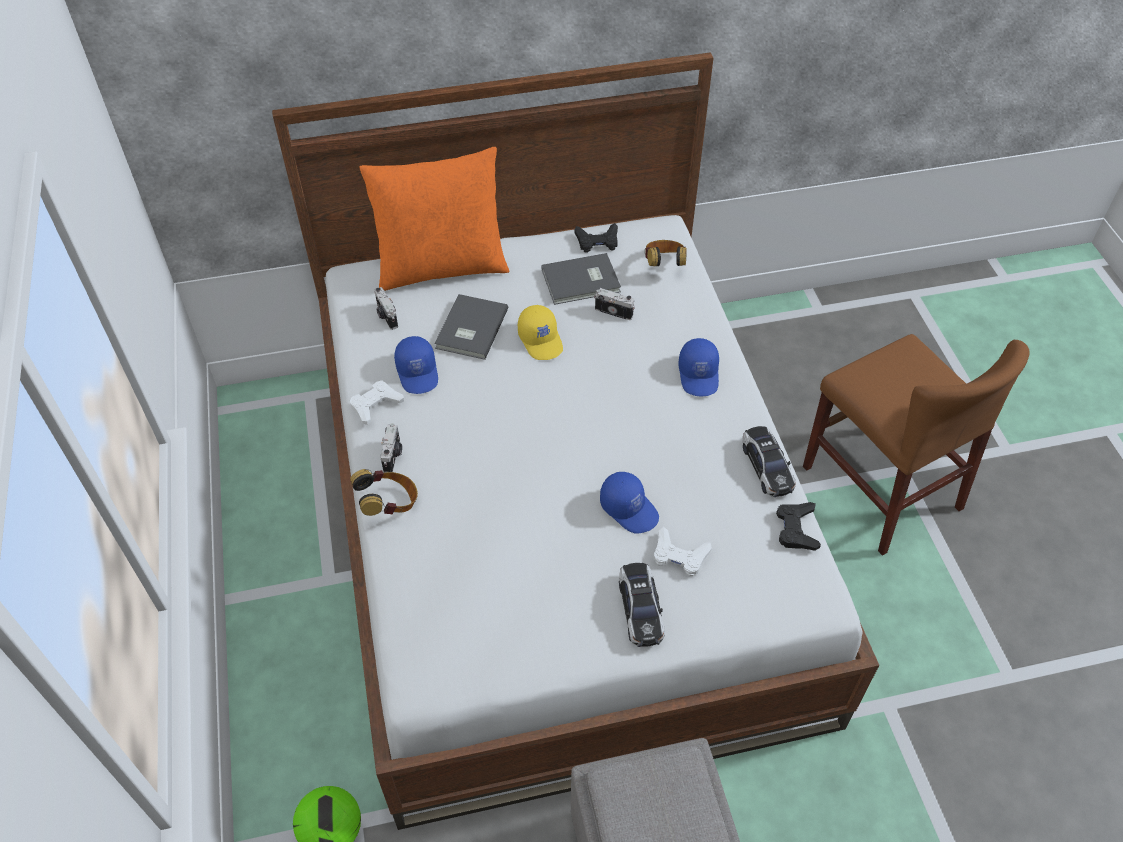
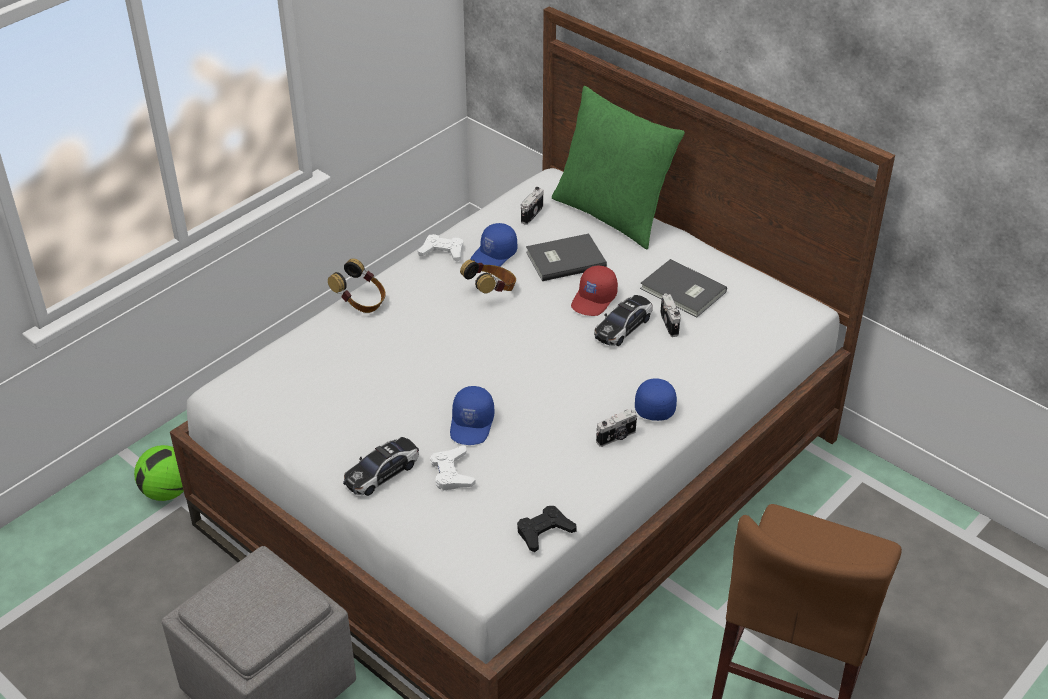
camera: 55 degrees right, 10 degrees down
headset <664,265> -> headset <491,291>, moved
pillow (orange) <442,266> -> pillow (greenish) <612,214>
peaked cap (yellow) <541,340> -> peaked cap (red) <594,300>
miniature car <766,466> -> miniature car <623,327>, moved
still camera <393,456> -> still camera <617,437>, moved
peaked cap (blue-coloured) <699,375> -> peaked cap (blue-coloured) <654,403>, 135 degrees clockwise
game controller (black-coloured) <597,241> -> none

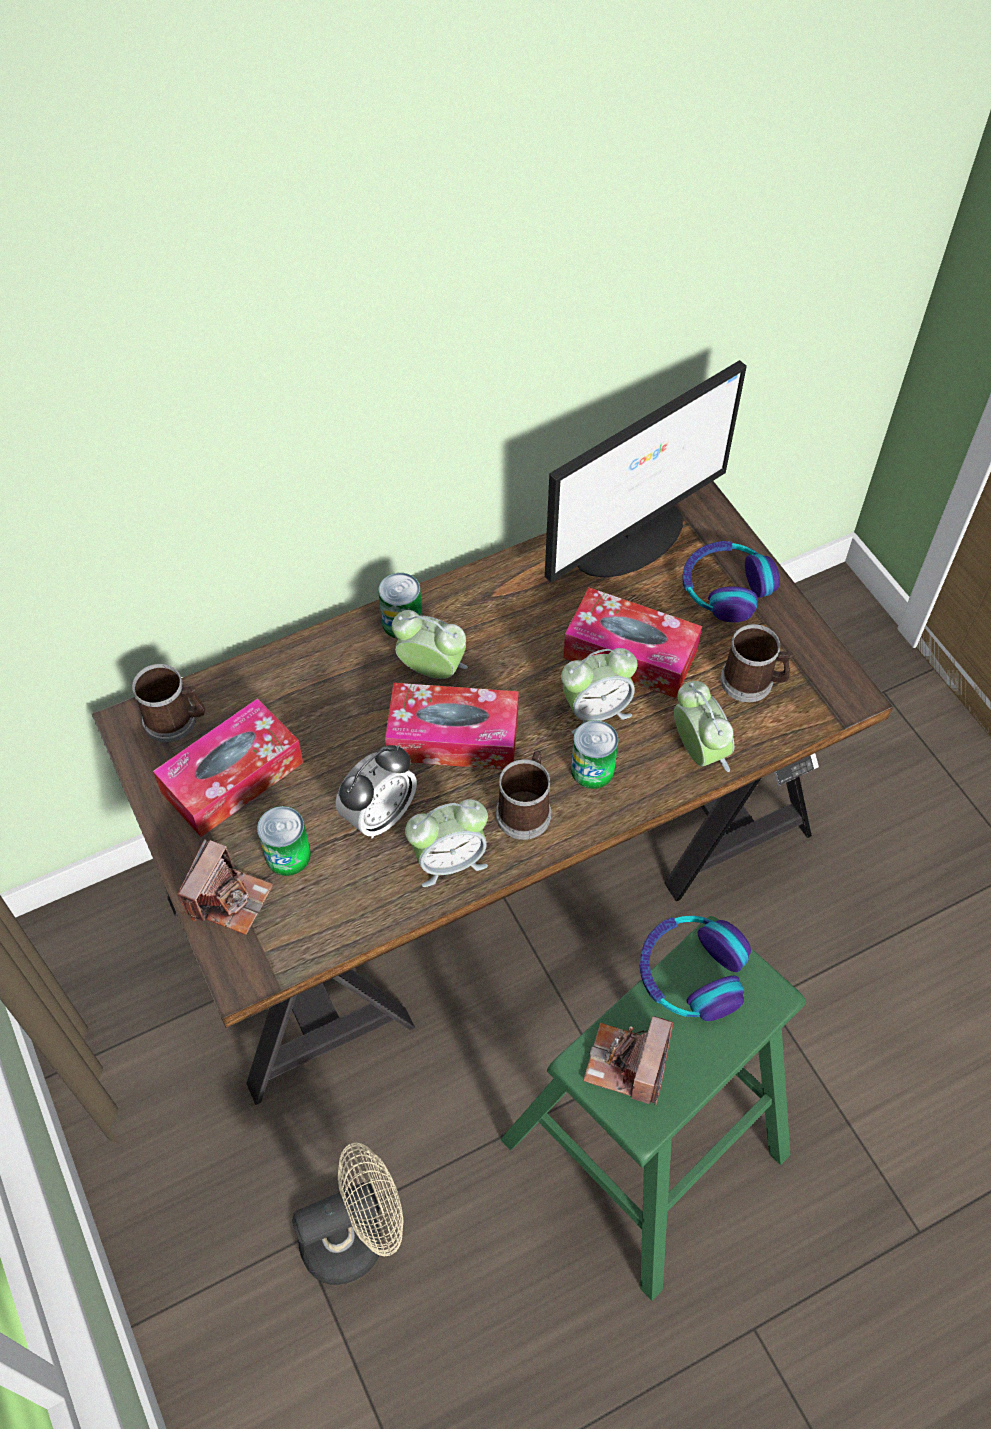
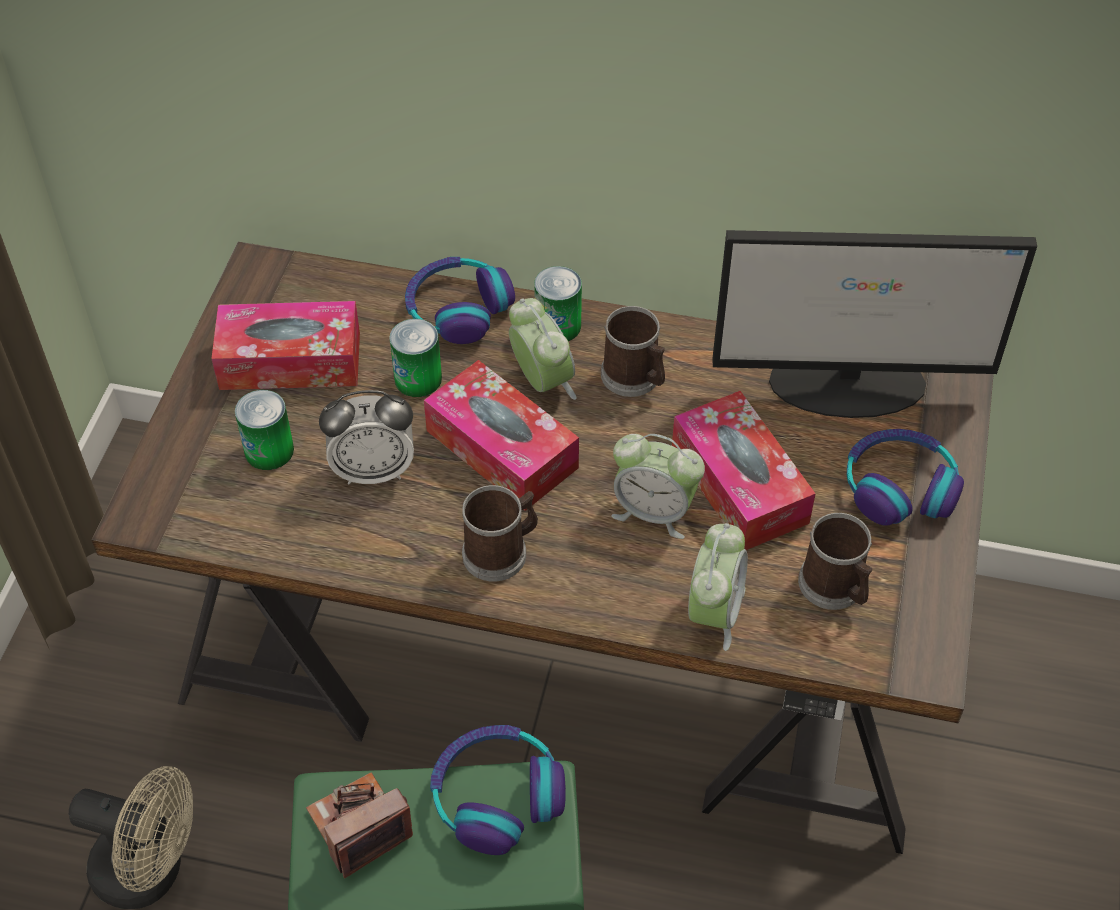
camera: 40 degrees right, 5 degrees down
can <592,769> -> can <418,379>, moved
none -> headset <458,309>
coffee mug <176,720> -> coffee mug <635,378>, moved
still camera <229,898> -> none
bedside clock <449,860> -> none

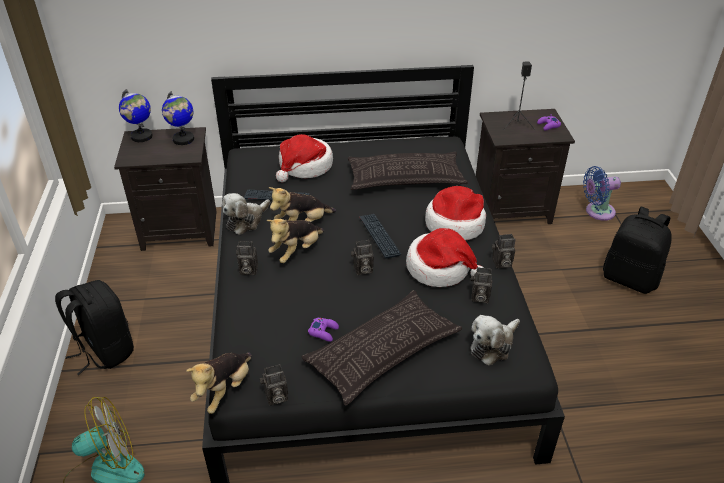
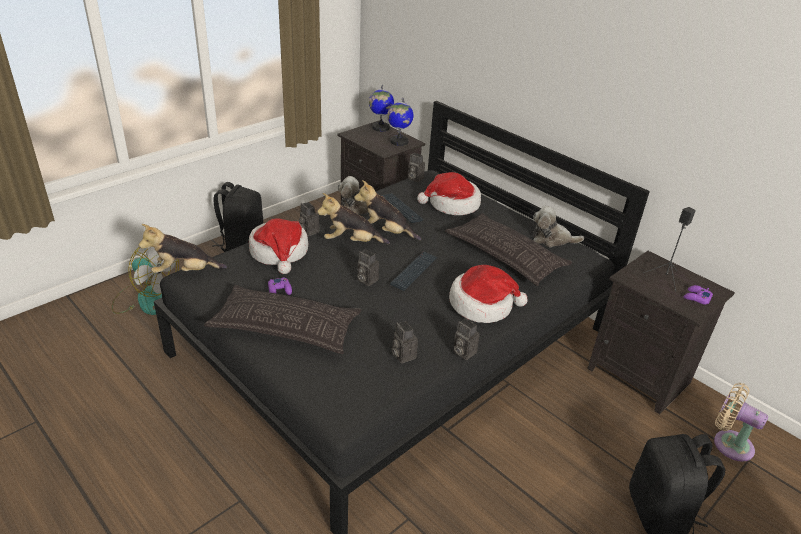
camera: 50 degrees right, 5 degrees down
wearable hat <440,268> -> wearable hat <279,252>, moved
still camera <275,397> -> still camera <414,178>, moved
plush toy <493,345> -> plush toy <552,239>, moved
electric fan (blue-coloured) <597,212> -> electric fan (beige-coloured) <729,443>

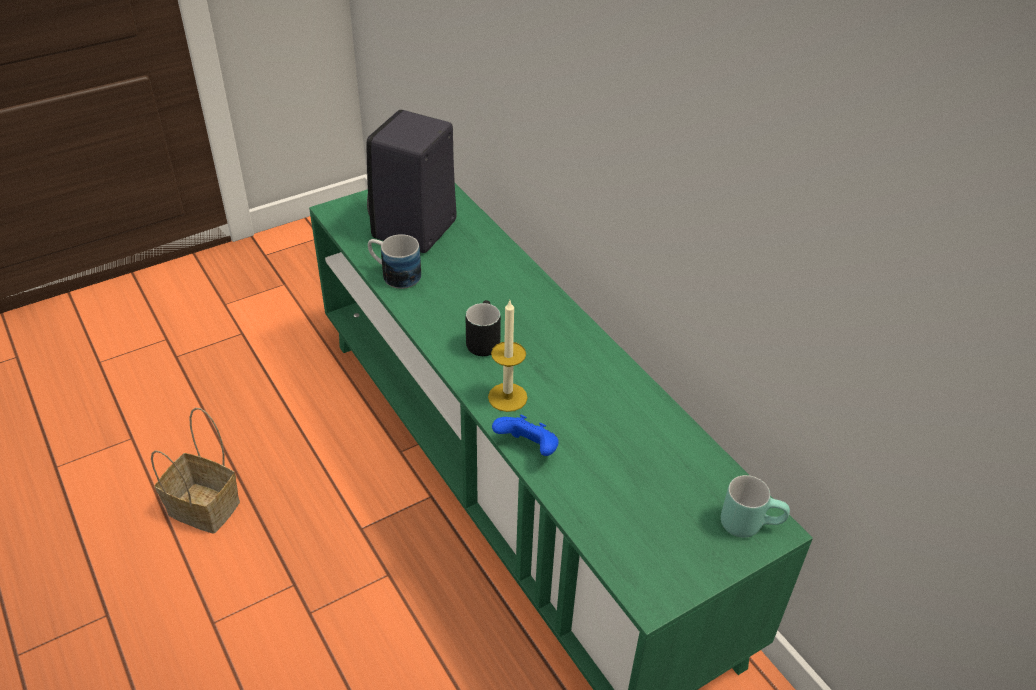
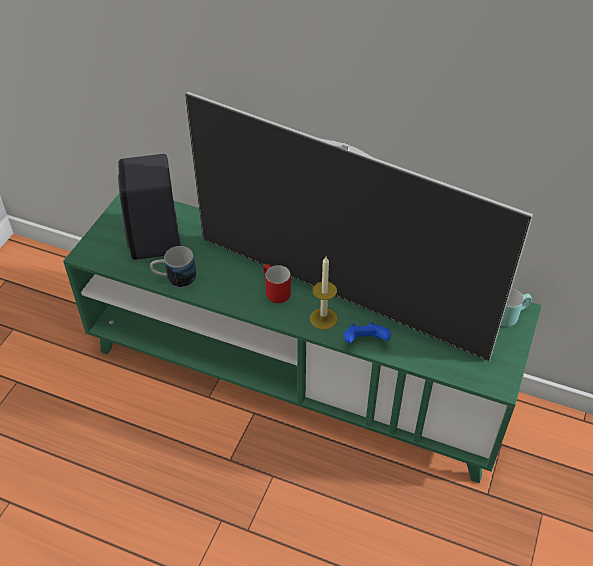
camera: 35 degrees left, 5 degrees up
none -> TV <338,294>
coffee mug (black-coloured) <481,341> -> coffee mug (red) <273,292>
basket <206,507> -> none

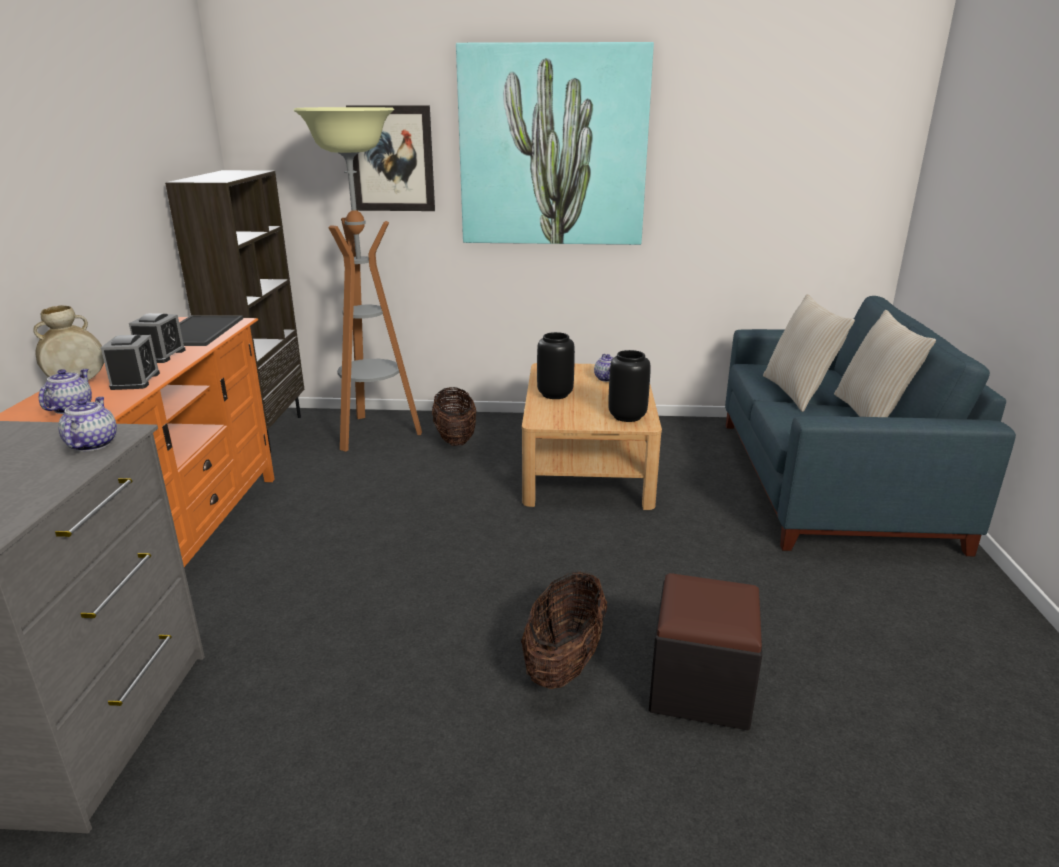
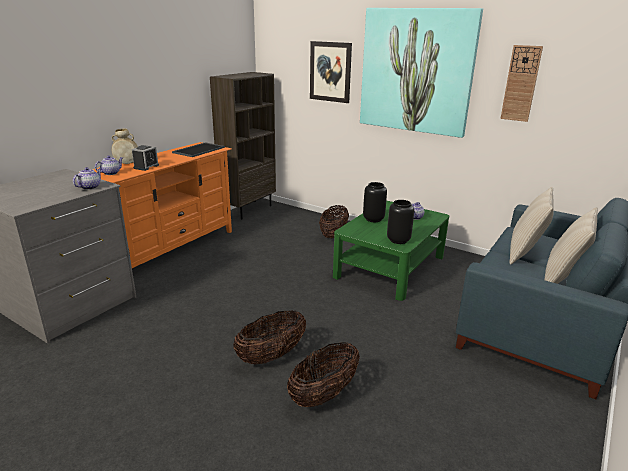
camera: 30 degrees right, 0 degrees up
pouffe (black-coloured) <700,687> -> basket <323,394>
low table (beige-coloured) <587,465> -> low table (greenish) <390,267>
none -> wall clock <521,83>
bedside clock <161,355> -> none
standing lamp <375,433> -> none

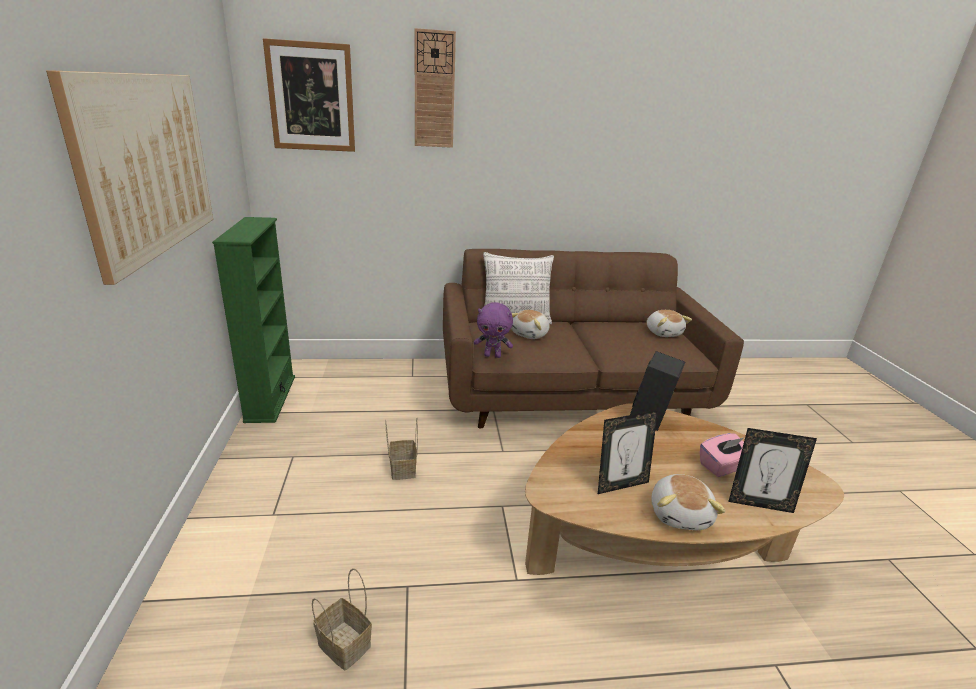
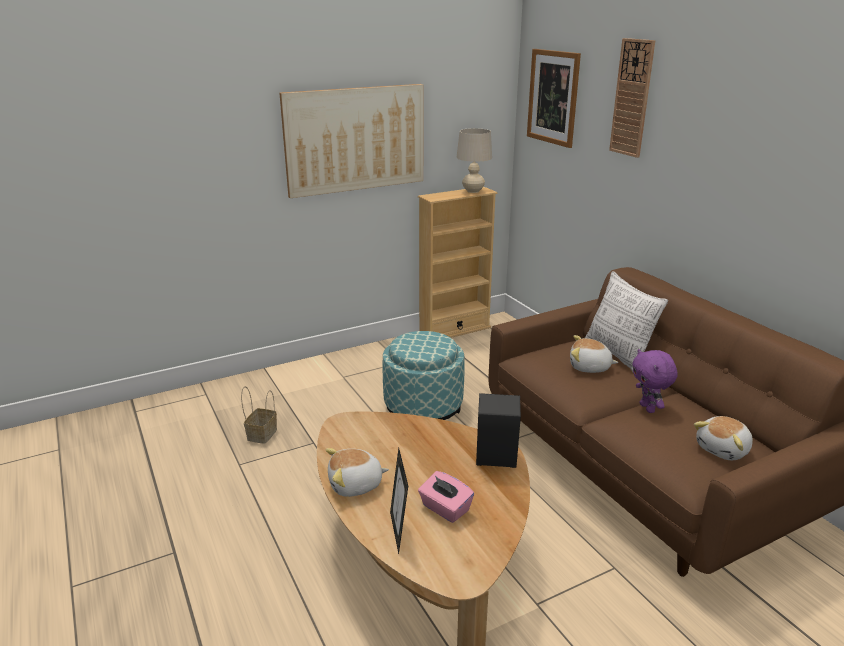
camera: 70 degrees right, 0 degrees up
basket <402,468> -> pouffe <423,406>
bookshelf (greenish) <270,398> -> bookshelf (beige-coloured) <454,330>
none -> table lamp (beige-coloured) <473,191>
plush toy (purplish) <492,355> -> plush toy (purplish) <648,408>, moved
photo frame <620,485> -> none

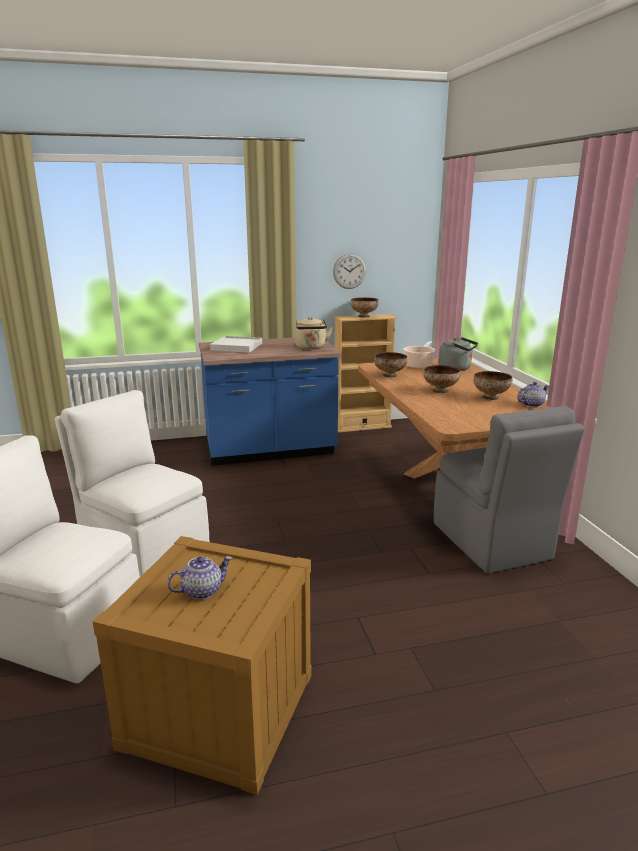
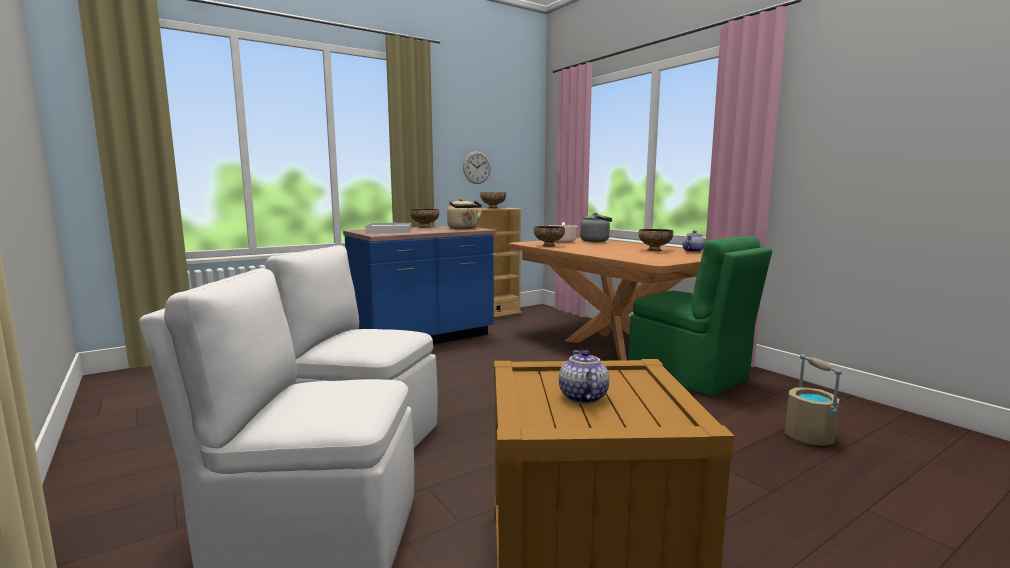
camera: 20 degrees left, 10 degrees down
serving bowl <441,390> -> serving bowl <425,227>, moved
pot for tea <202,590> -> pot for tea <582,397>, 45 degrees counterclockwise
chair (grey) <492,542> -> chair (greenish) <690,376>
none -> water bucket (beige-coloured) <809,437>

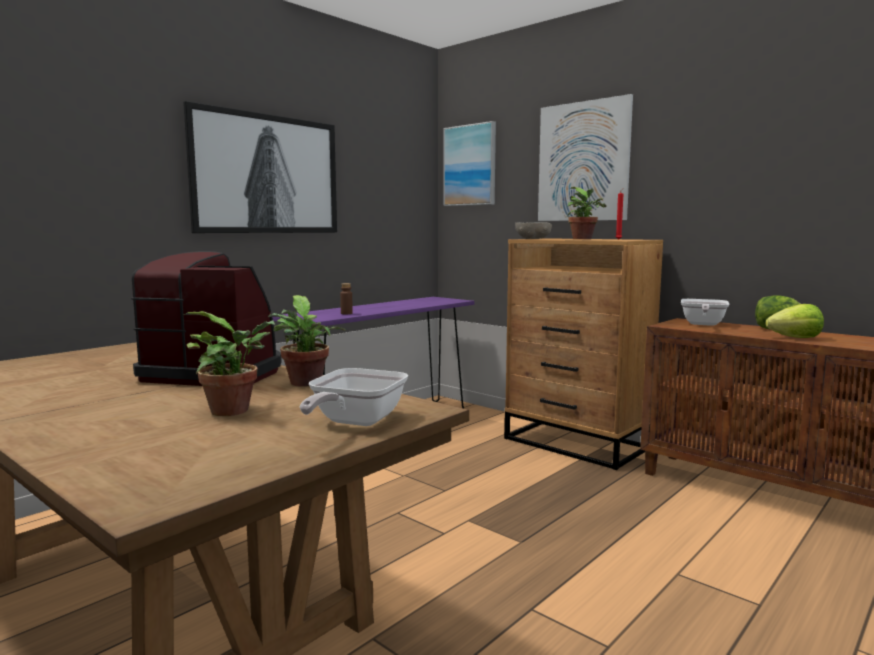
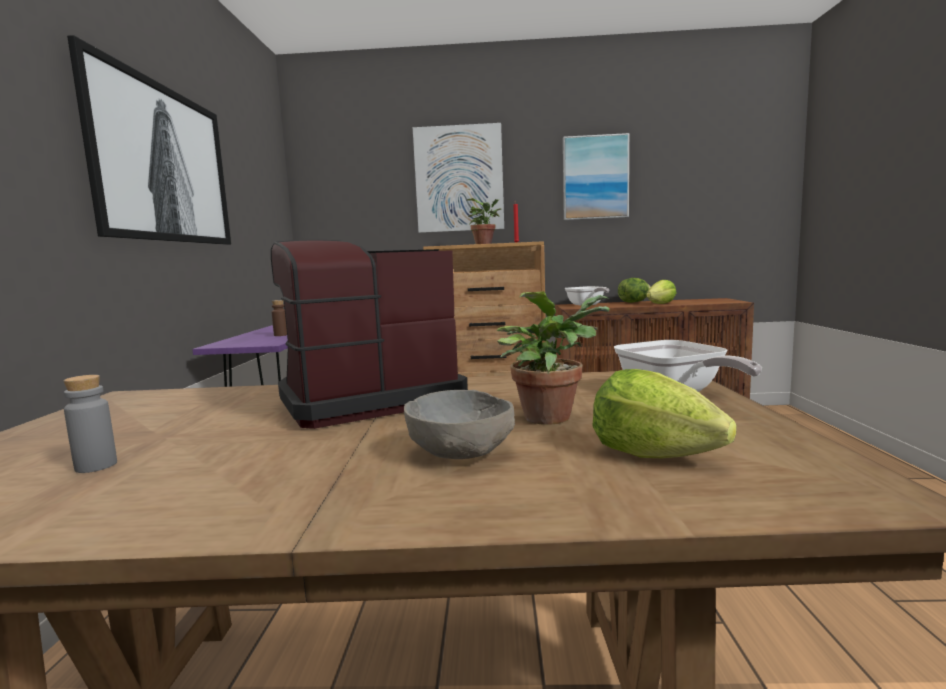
camera: 40 degrees left, 0 degrees up
none -> bottle (grey) <96,466>
serving bowl (grey) <533,238> -> serving bowl (grey) <462,451>, moved
picture <470,165> -> picture <595,178>, moved
none -> lettuce head <653,453>
plant in a pot <306,384> -> none

